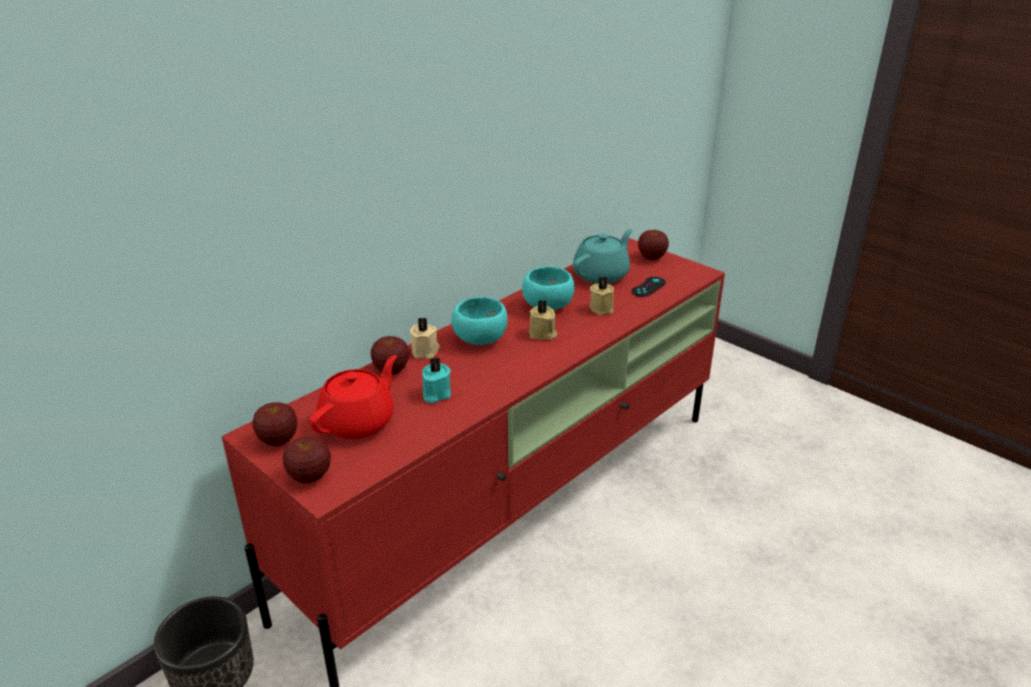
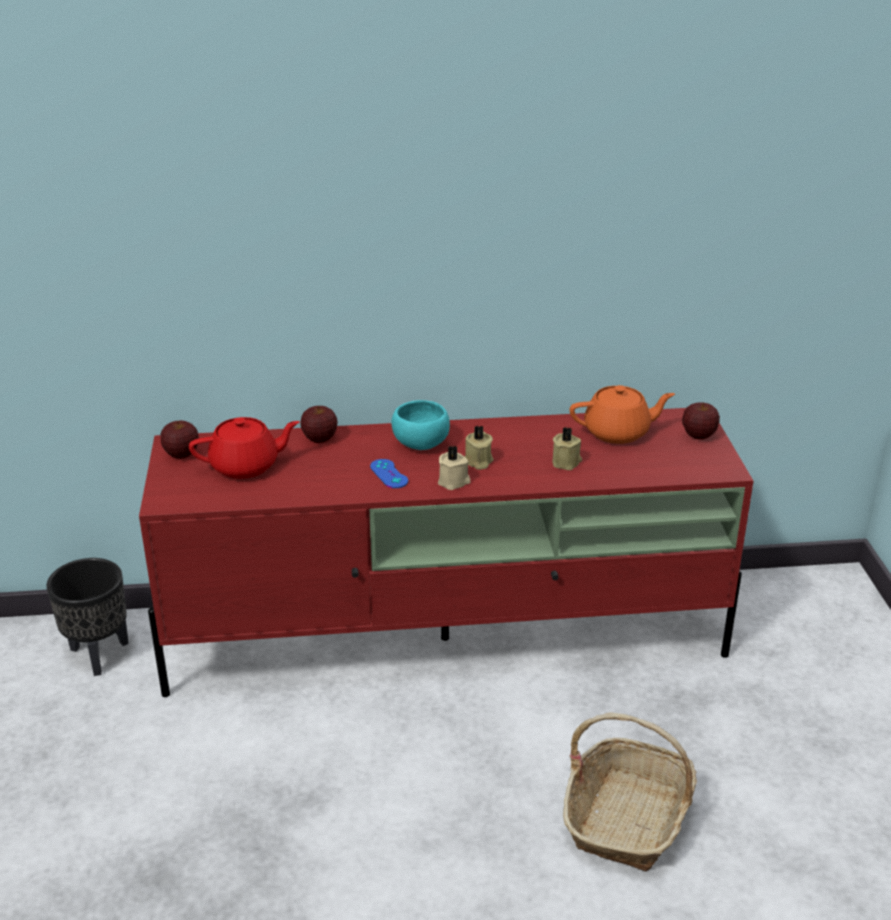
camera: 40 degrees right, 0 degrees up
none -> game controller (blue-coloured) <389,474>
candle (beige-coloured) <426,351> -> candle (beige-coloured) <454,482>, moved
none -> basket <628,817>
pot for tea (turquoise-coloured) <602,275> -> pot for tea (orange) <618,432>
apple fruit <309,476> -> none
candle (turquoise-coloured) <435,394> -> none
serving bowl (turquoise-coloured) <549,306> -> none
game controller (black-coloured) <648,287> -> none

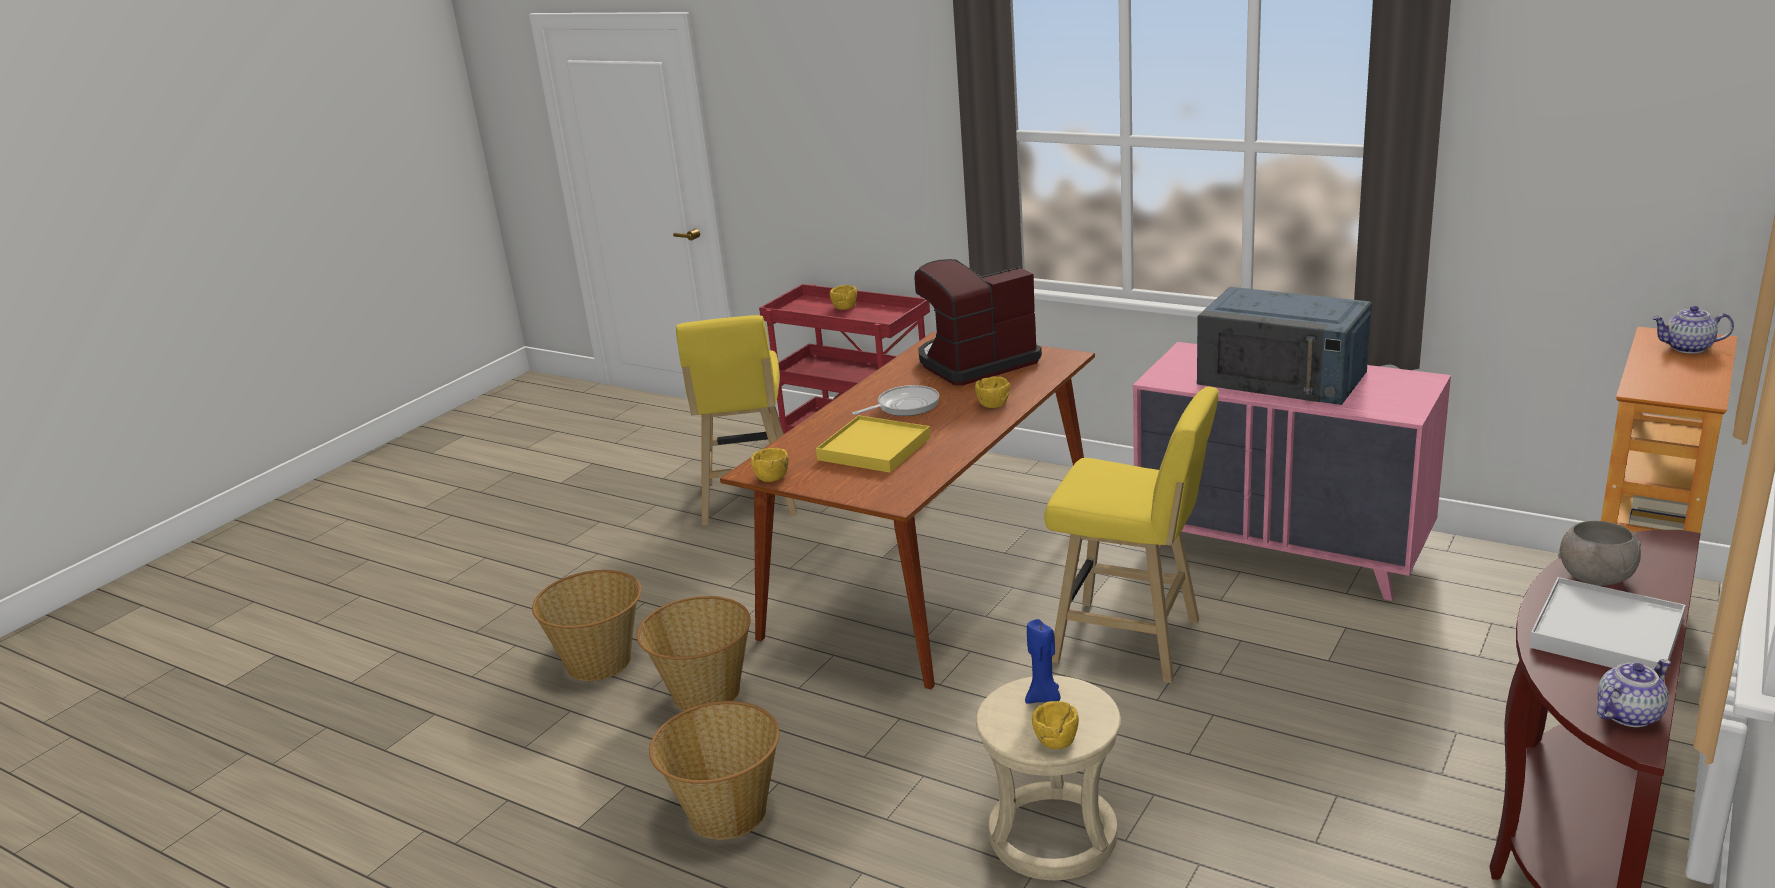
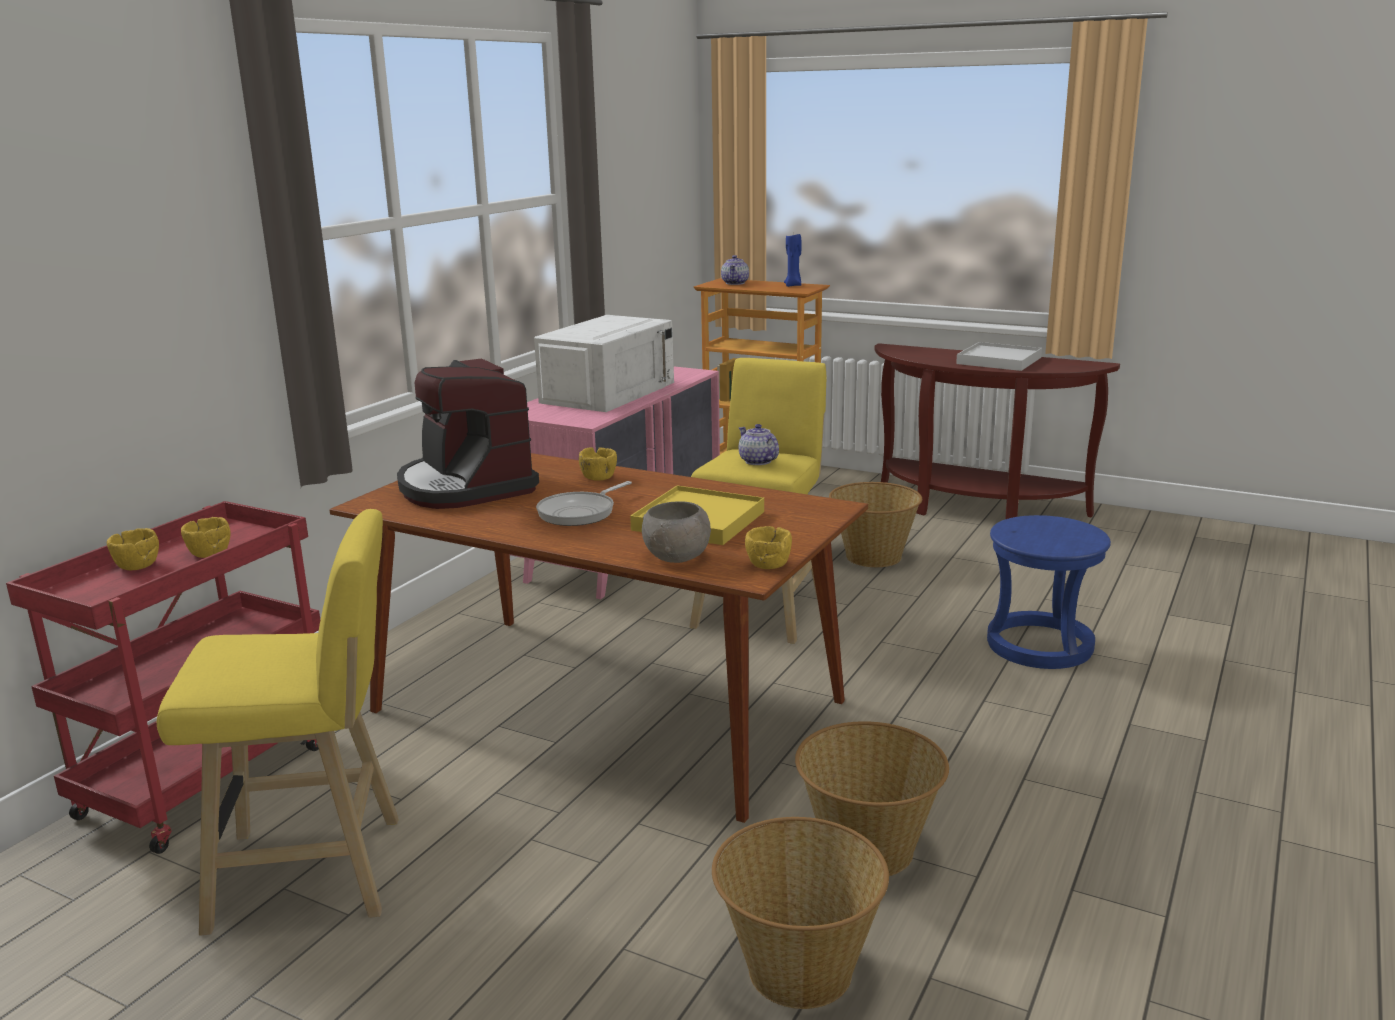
camera: 95 degrees left, 5 degrees down
serving bowl (yellow) <1056,740> -> serving bowl (yellow) <209,553>, moved
microwave (blue-coloured) <1283,377> -> microwave (whitish) <608,392>
frying pan <904,406> -> frying pan <580,512>, 105 degrees counterclockwise
serving bowl (grey) <1597,578> -> serving bowl (grey) <677,556>, moved
pot for tea <1628,714> -> pot for tea <757,461>, moved
candle (blue-coloured) <1044,698> -> candle (blue-coloured) <793,285>, moved
basket <726,812> -> basket <873,557>, moved
sitting stool (beige-coloured) <1053,836> -> sitting stool (blue-coloured) <1040,645>

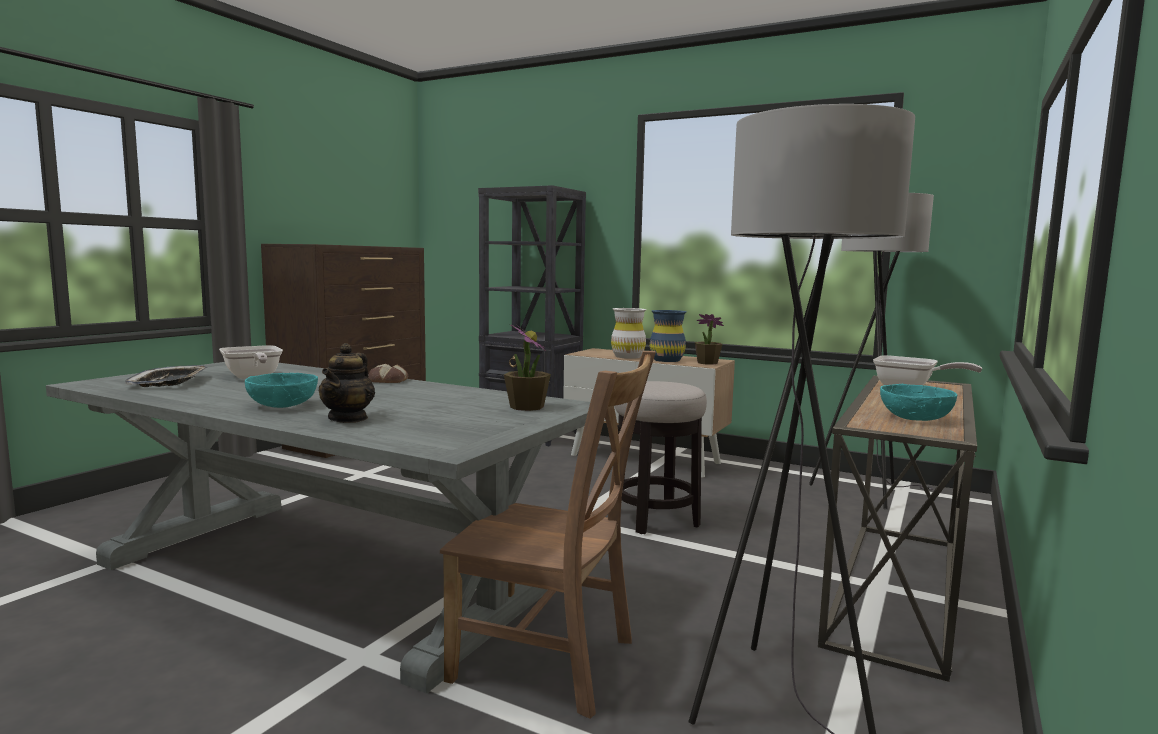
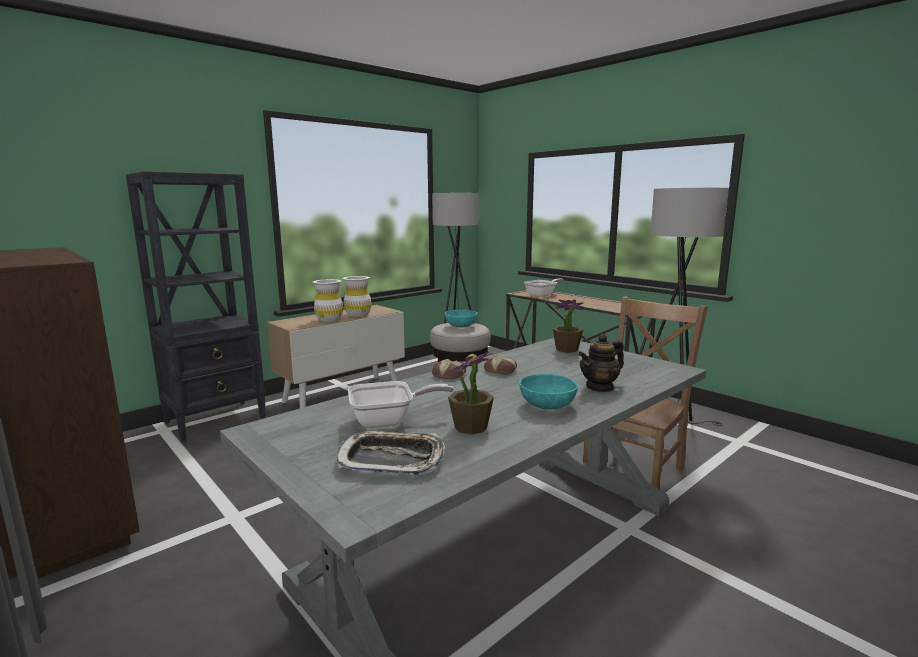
camera: 70 degrees left, 5 degrees up
flower vase (blue-coloured) <667,360> -> flower vase (whitish) <358,314>
serving bowl (turquoise-coloured) <915,418> -> serving bowl (turquoise-coloured) <461,326>, moved
plant in a pot <707,363> -> plant in a pot <470,427>, moved
none -> baked bread <501,370>
pot for tea <348,418> -> pot for tea <600,387>, 120 degrees clockwise

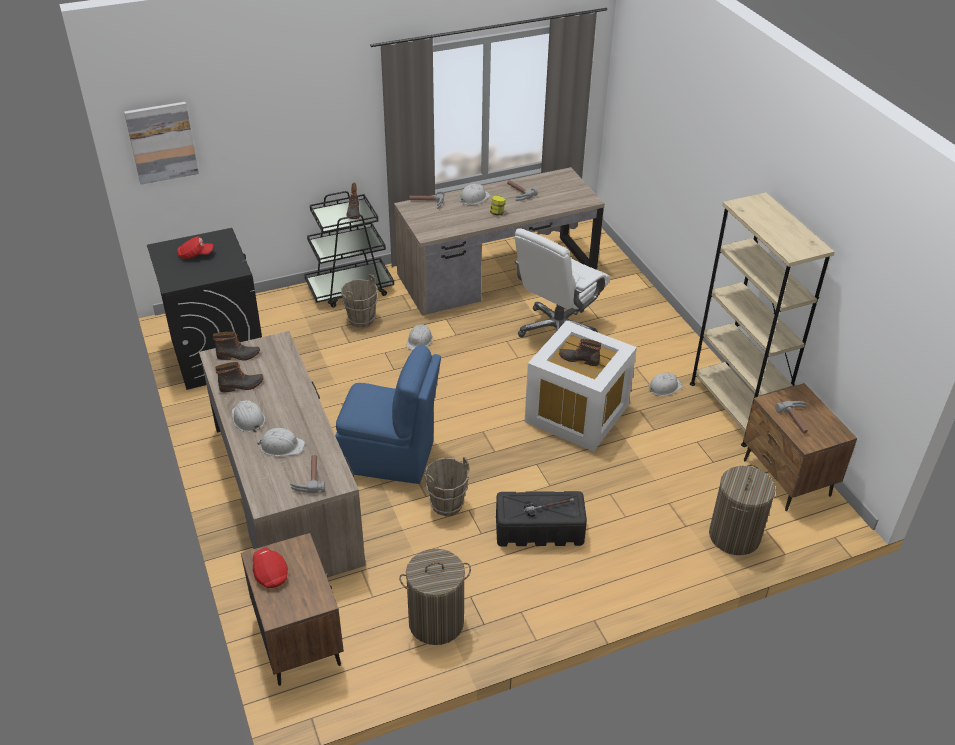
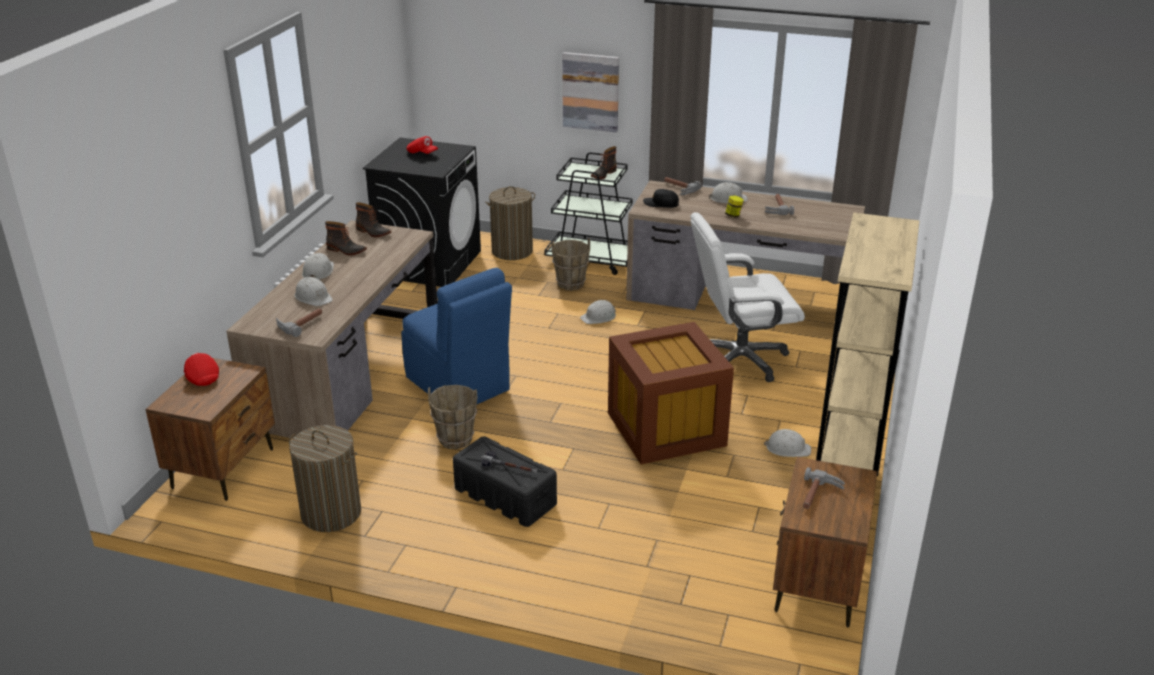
camera: 40 degrees right, 10 degrees down
peaked cap (red) <270,573> -> peaked cap (red) <202,377>, 45 degrees counterclockwise
laundry basket <734,536> -> laundry basket <512,251>, moved
picture <162,142> -> picture <590,91>, moved
storage container (whitish) <577,415> -> storage container (brownish) <665,430>
none -> peaked cap (black-coloured) <661,204>
tall boot <579,358> -> none

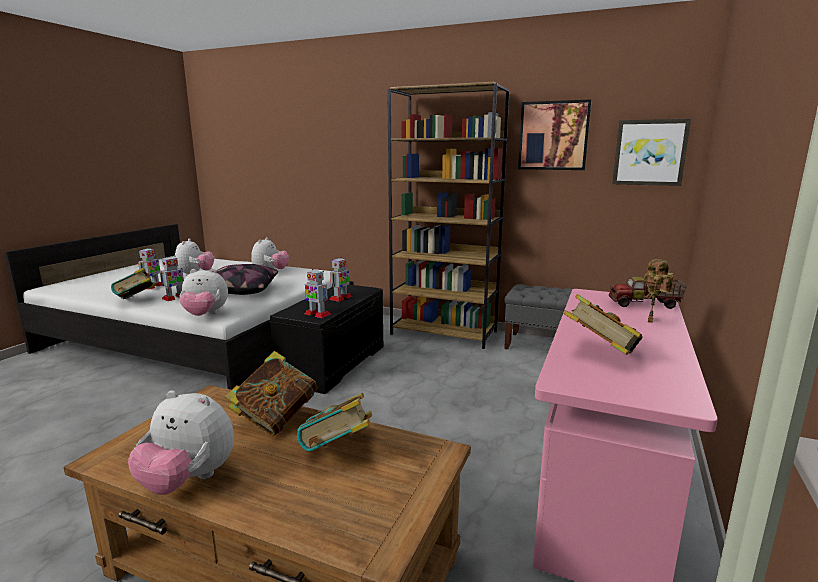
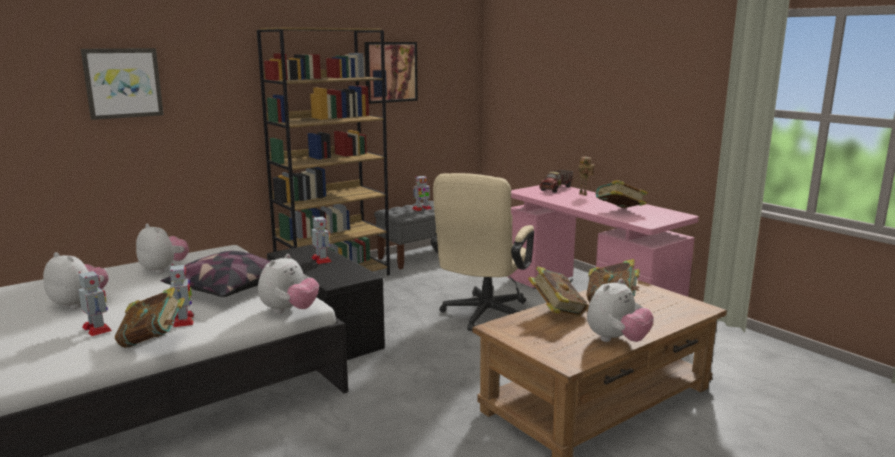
camera: 60 degrees left, 0 degrees up
picture <649,152> -> picture <123,83>, moved
toy robot <317,314> -> toy robot <421,209>, moved
none -> computer chair (beige-coloured) <482,316>

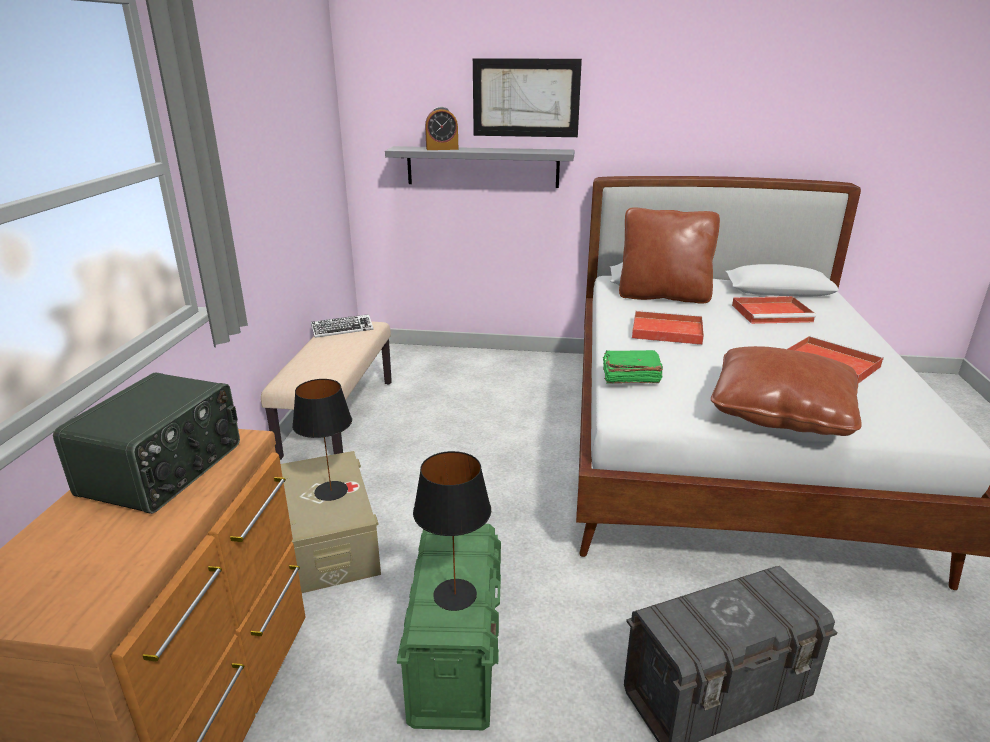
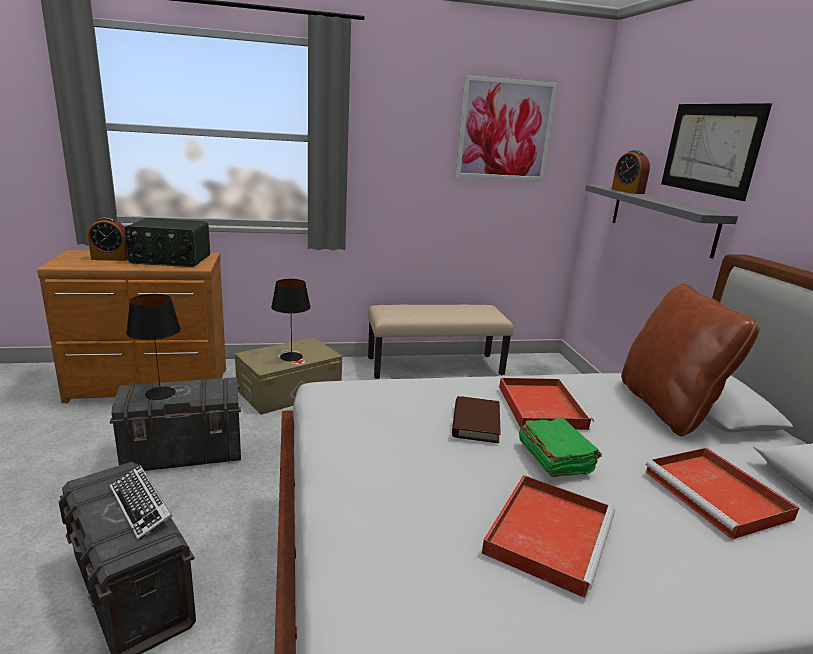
camera: 70 degrees right, 5 degrees down
none -> bedside clock <111,258>
storage container (greenish) <456,656> -> storage container (grey) <184,454>
computer keyboard <342,329> -> computer keyboard <141,506>, moved
none -> bound book (brownish) <475,422>
none -> picture <505,130>
bound book (greenish) <630,377> -> bound book (greenish) <555,458>, moved
pillow (brownish) <780,412> -> none

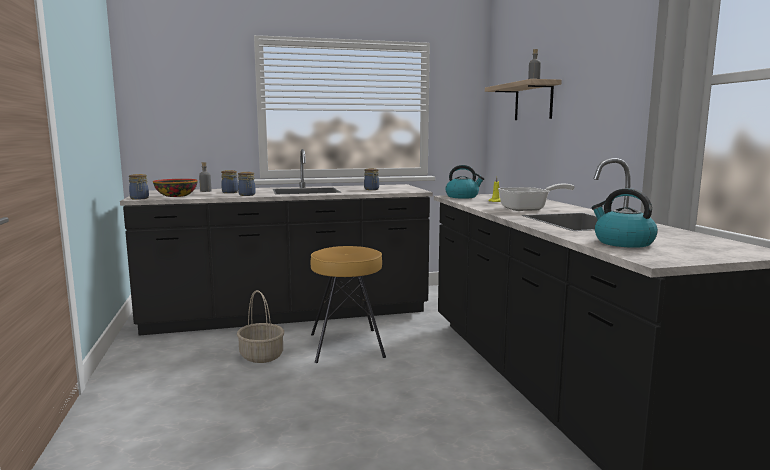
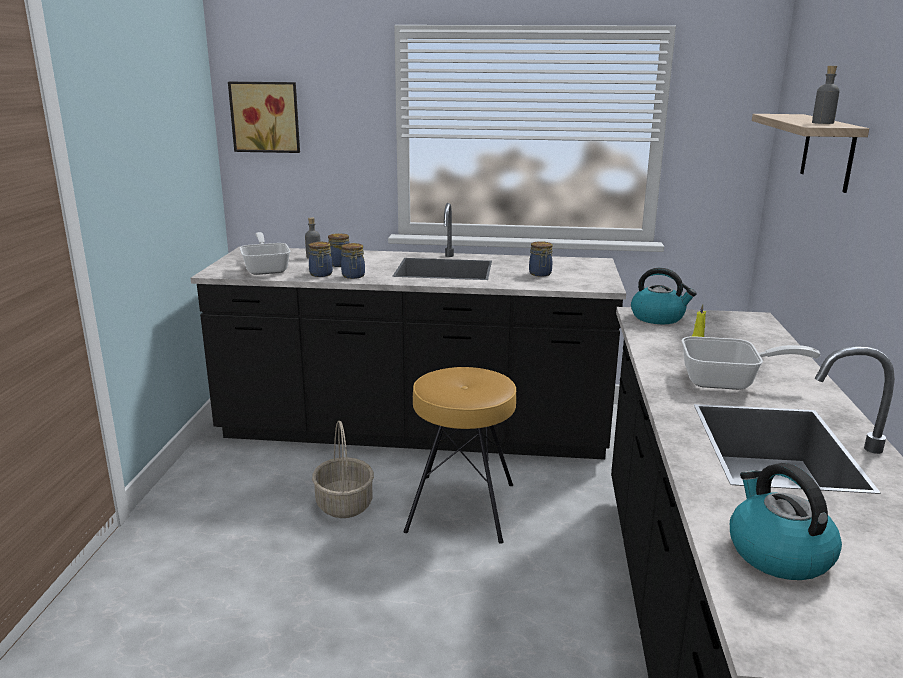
camera: 20 degrees right, 10 degrees up
none -> picture <266,117>
serving bowl <176,195> -> frying pan <266,268>
jar <139,198> -> jar <321,274>, moved

